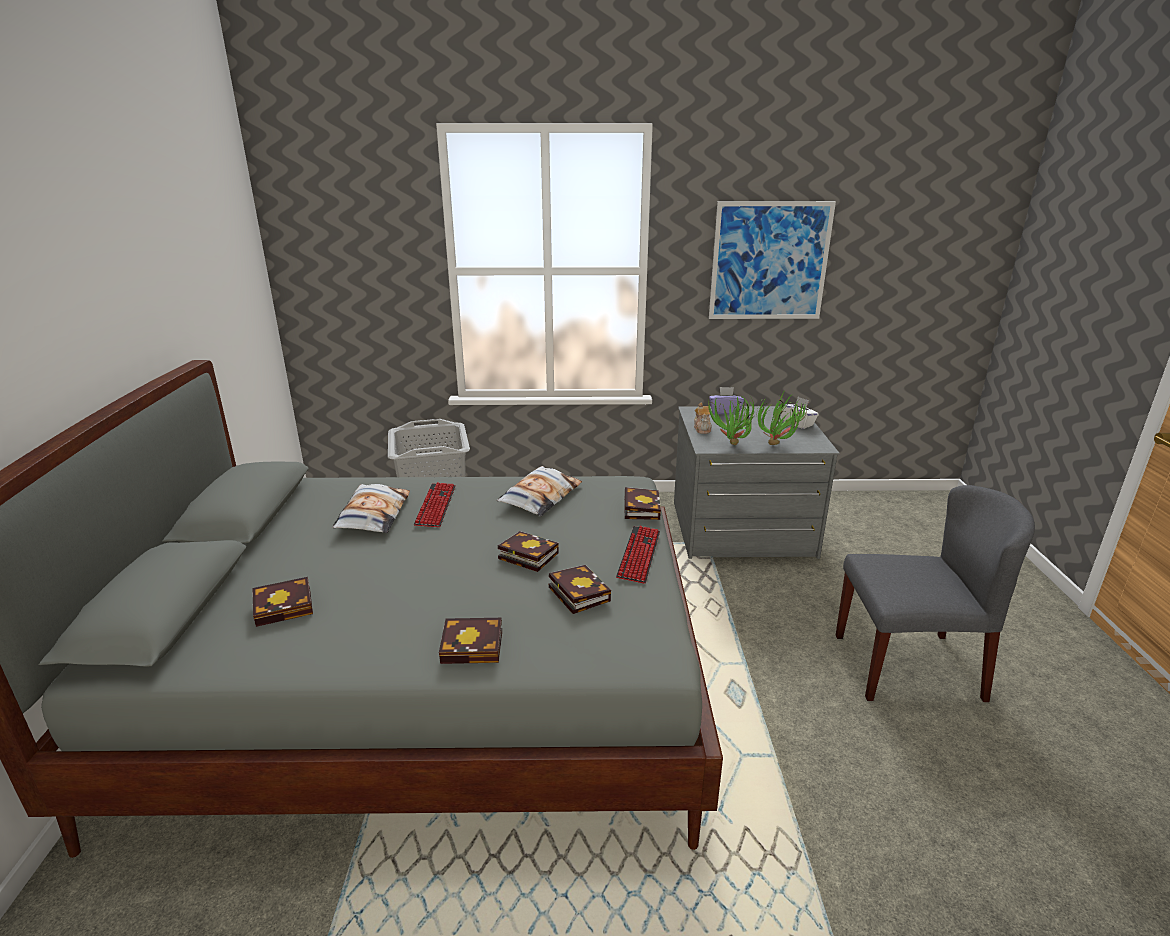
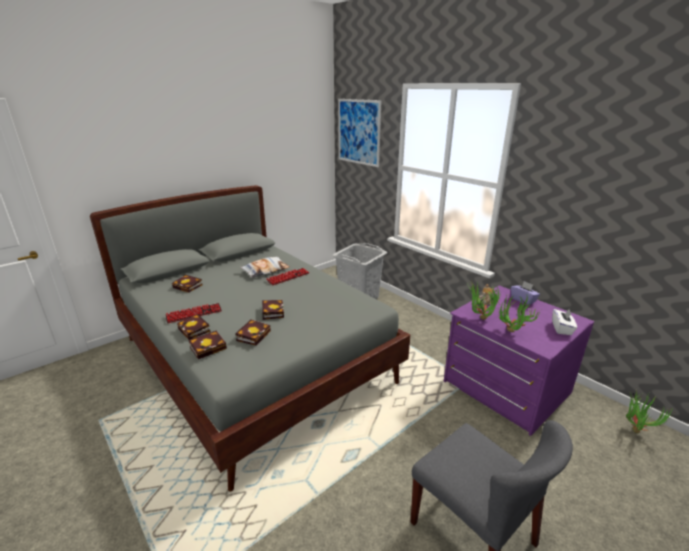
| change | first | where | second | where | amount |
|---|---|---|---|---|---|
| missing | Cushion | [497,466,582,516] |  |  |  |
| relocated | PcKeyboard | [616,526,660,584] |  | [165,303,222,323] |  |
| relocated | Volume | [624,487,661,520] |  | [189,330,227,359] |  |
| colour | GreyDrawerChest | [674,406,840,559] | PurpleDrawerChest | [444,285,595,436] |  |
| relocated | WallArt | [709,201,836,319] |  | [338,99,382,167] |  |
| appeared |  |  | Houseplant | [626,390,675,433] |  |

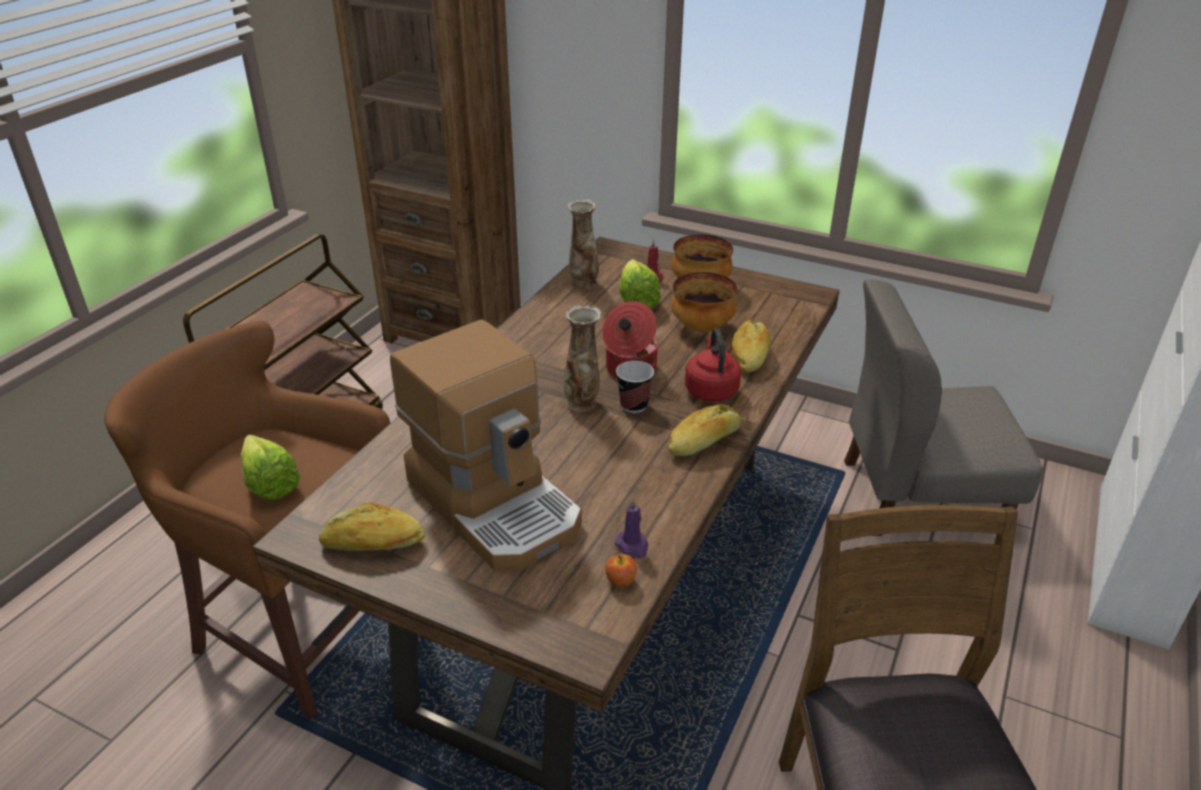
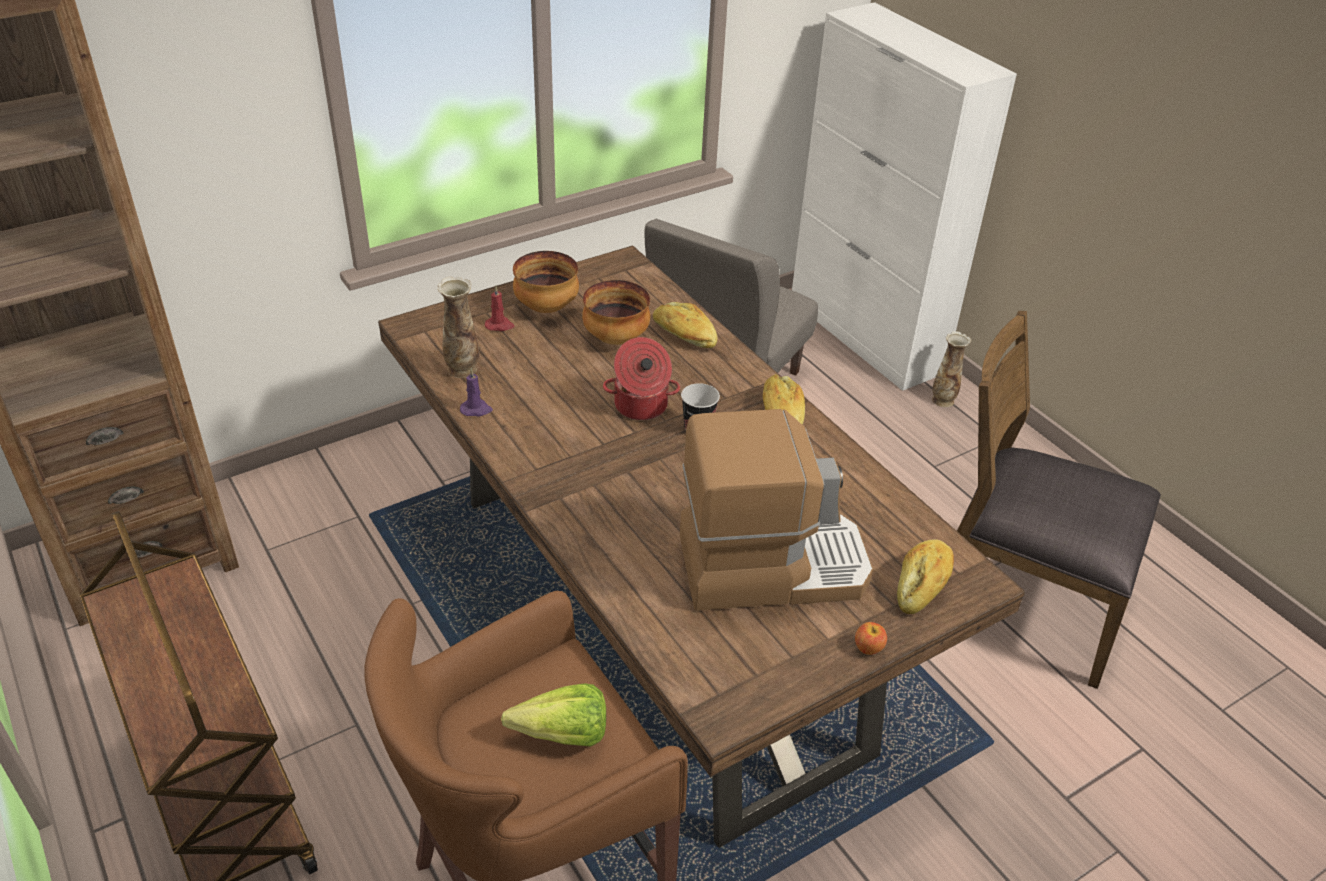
| change | first | where | second | where | amount |
|---|---|---|---|---|---|
| relocated | BakeryBread | [319,502,425,551] |  | [897,539,954,614] |  |
| relocated | FlowerVase | [563,305,601,412] |  | [932,331,971,407] |  |
| relocated | AppleFruit | [605,554,637,587] |  | [855,622,887,655] |  |
| relocated | PurpleCandle | [615,498,649,558] |  | [460,368,493,417] |  |
| missing | Lettuce | [619,259,661,308] |  |  |  |
| missing | RedColouredTeaKettle | [685,328,741,402] |  |  |  |

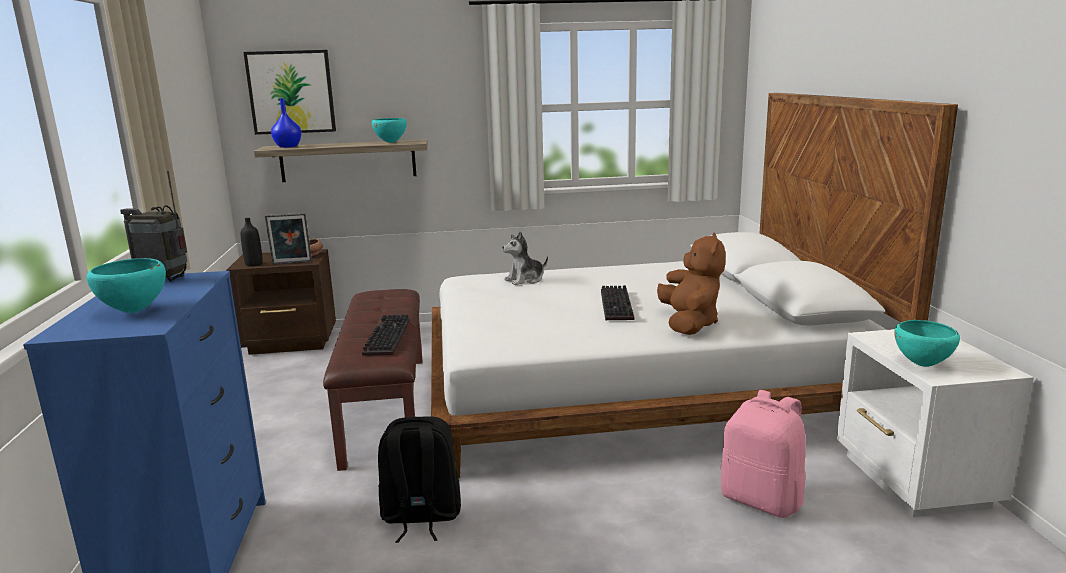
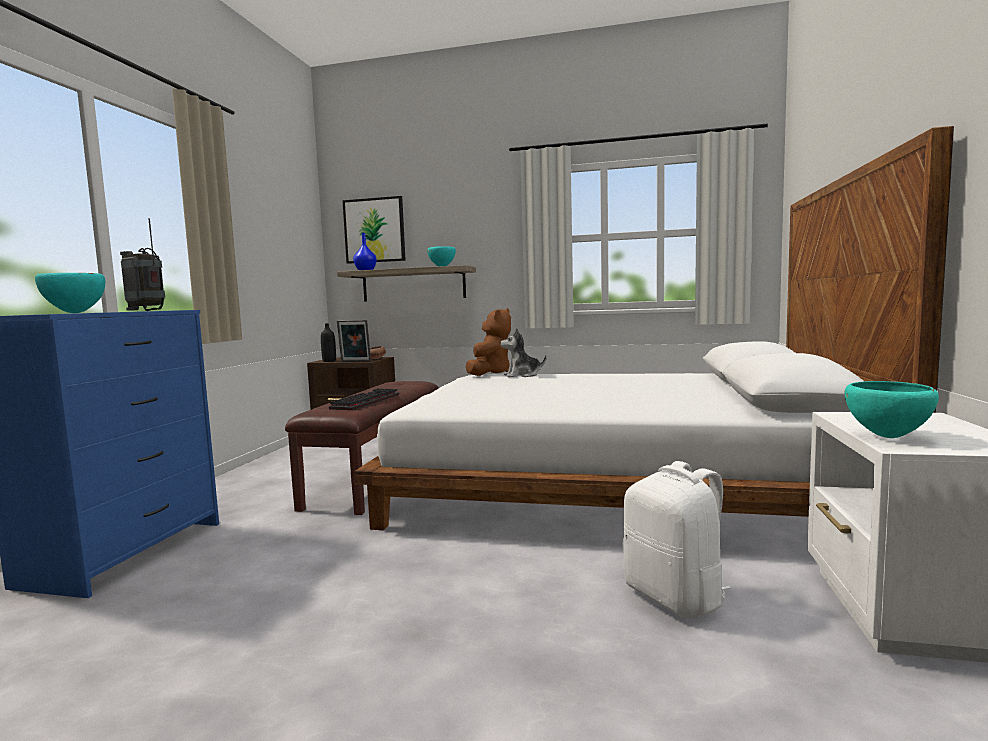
| change | first | where | second | where | amount |
|---|---|---|---|---|---|
| missing | BlackColouredKnapsack | [378,416,461,543] |  |  |  |
| missing | PcKeyboard | [601,285,634,320] |  |  |  |
| relocated | BrownPlushToy | [657,233,726,335] |  | [466,308,511,376] |  |
| colour | PinkColouredKnapsack | [720,390,806,518] | WhiteKnapsack | [622,461,731,619] |  |

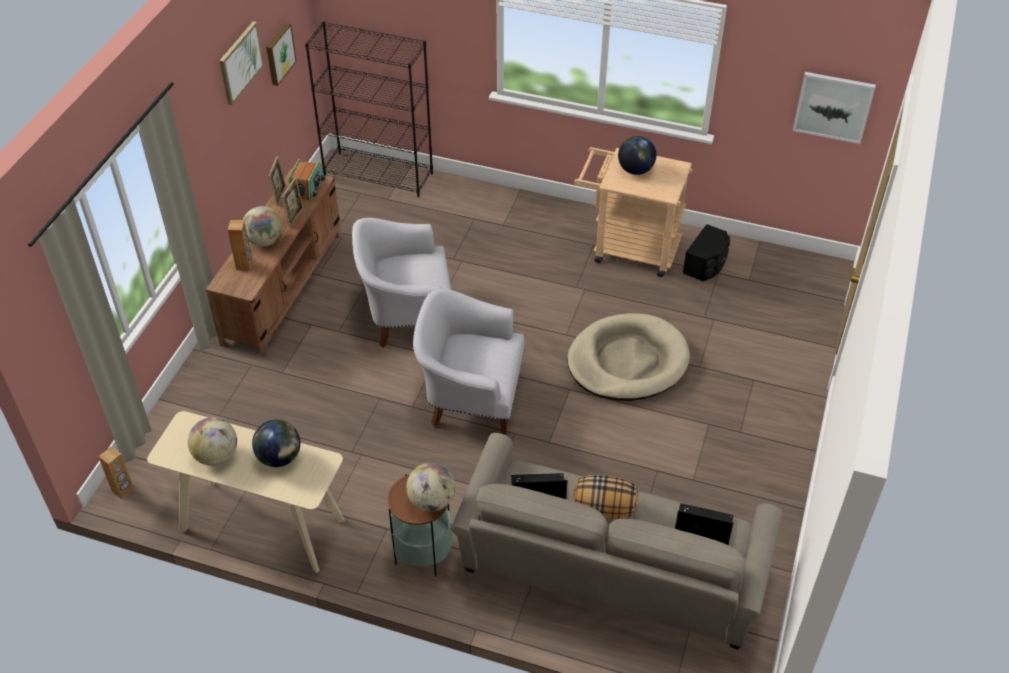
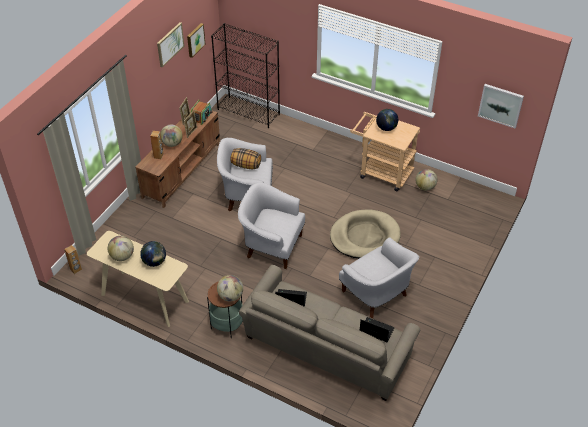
| change | first | where | second | where | amount |
|---|---|---|---|---|---|
| relocated | Cushion | [574,475,638,519] |  | [230,148,261,169] |  |
| exchanged | BlackColouredAudioSpeaker | [683,224,730,281] | WorldGlobe | [416,169,437,191] |  |
| appeared |  |  | WhiteEasyChair | [339,237,419,319] |  |

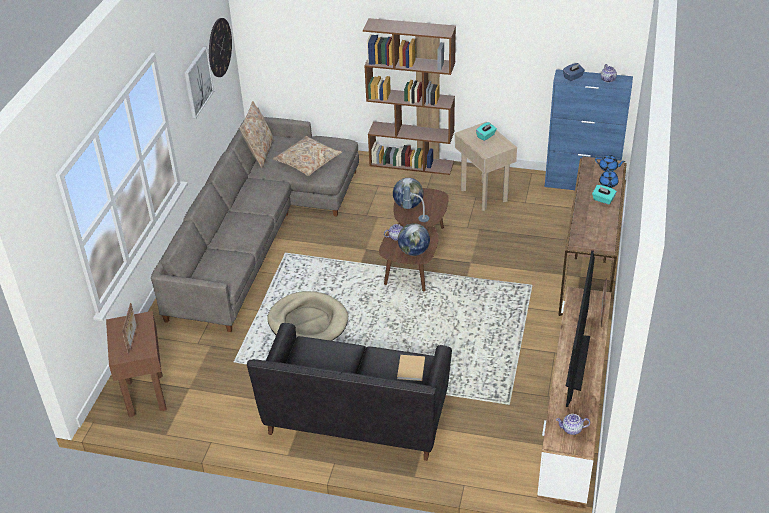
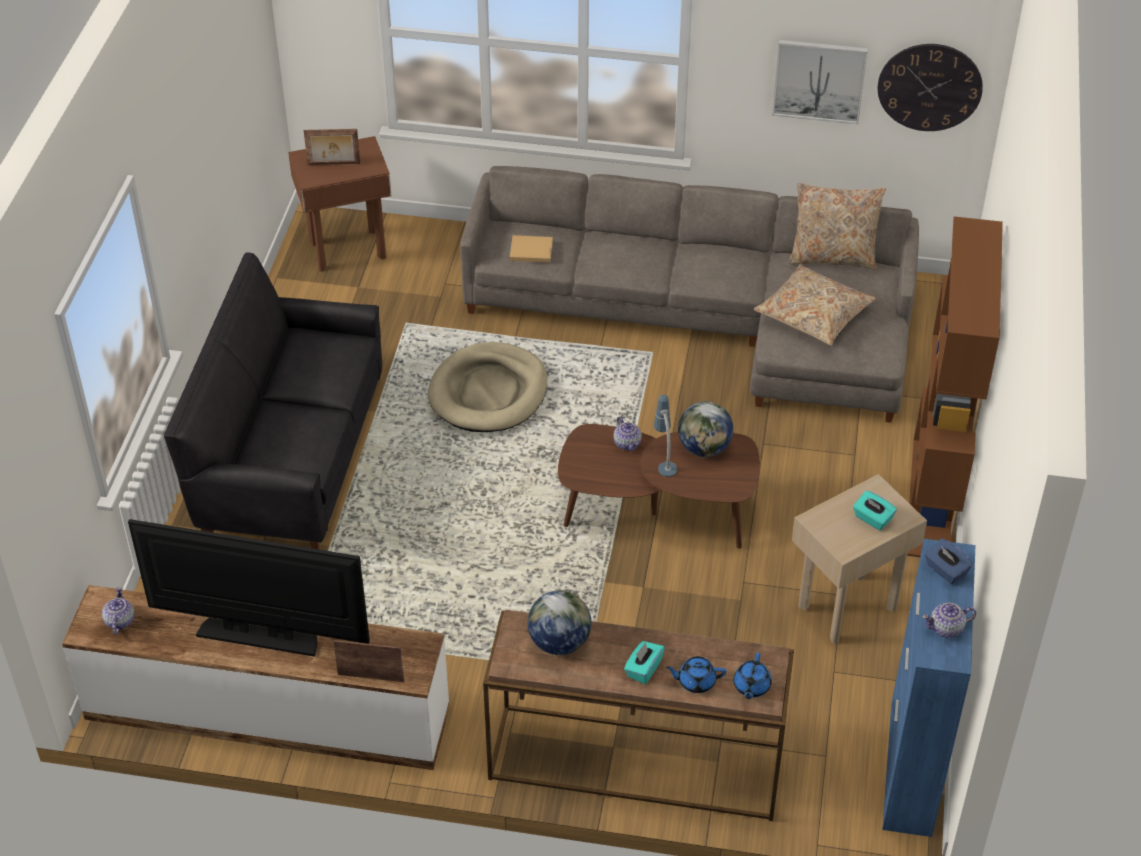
| change | first | where | second | where | amount |
|---|---|---|---|---|---|
| relocated | BeigeColouredVolume | [397,355,425,381] |  | [510,235,553,262] |  |
| relocated | WorldGlobe | [398,223,430,256] |  | [528,590,592,655] |  |

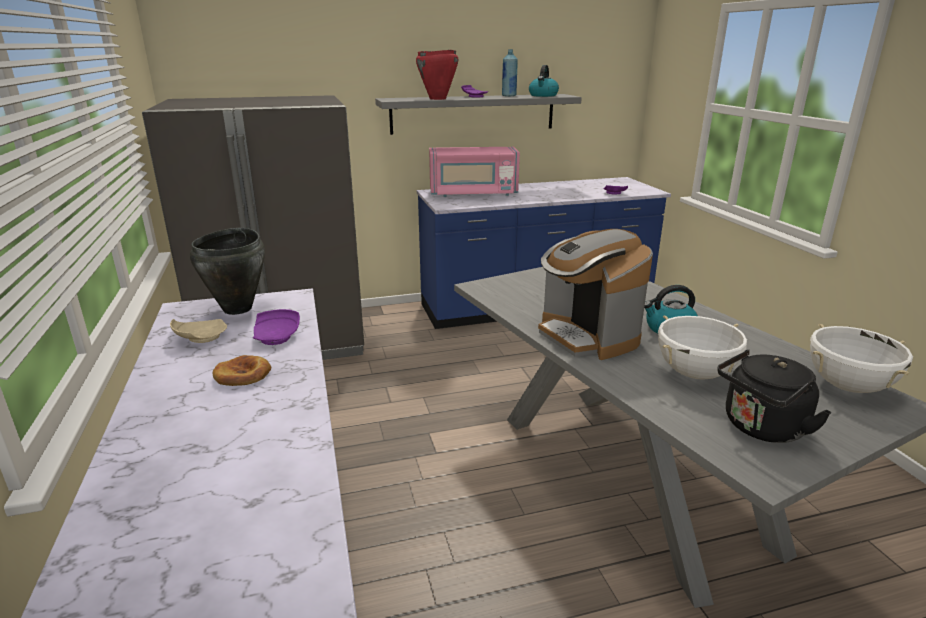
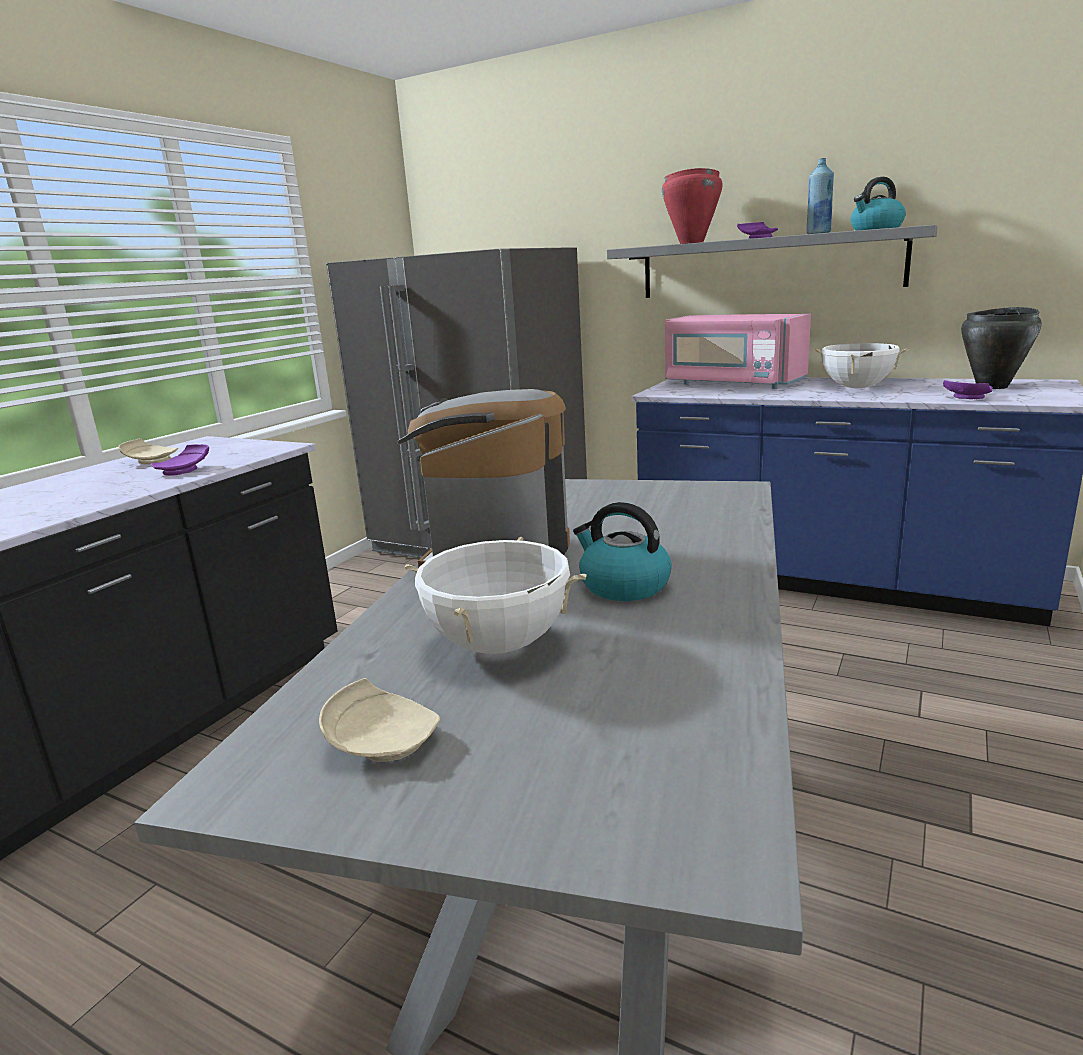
| change | first | where | second | where | amount |
|---|---|---|---|---|---|
| relocated | BlackColouredStockpot | [190,228,265,315] |  | [961,307,1042,389] |  |
| missing | BakeryBread | [213,355,271,386] |  |  |  |
| exchanged | BlackColouredTeaKettle | [718,349,832,443] | BeigeColouredPlate | [319,678,440,762] |  |
| relocated | WhiteStockpot | [810,324,913,393] |  | [814,343,909,388] |  |

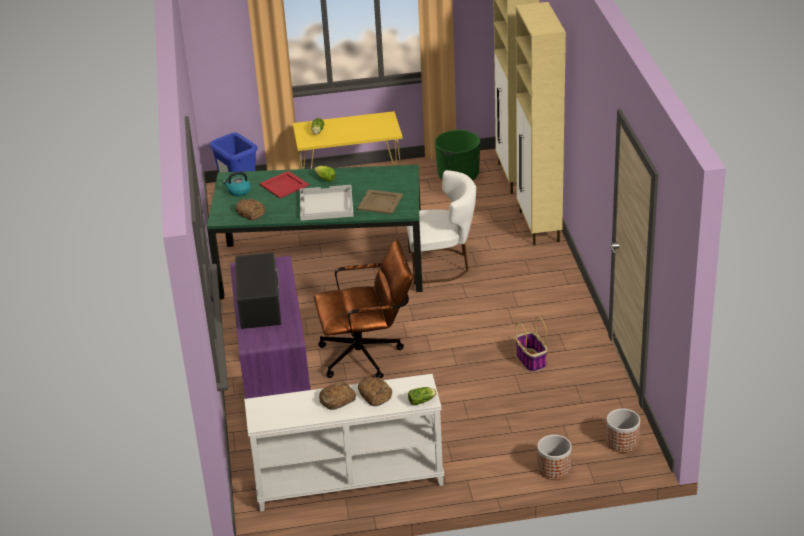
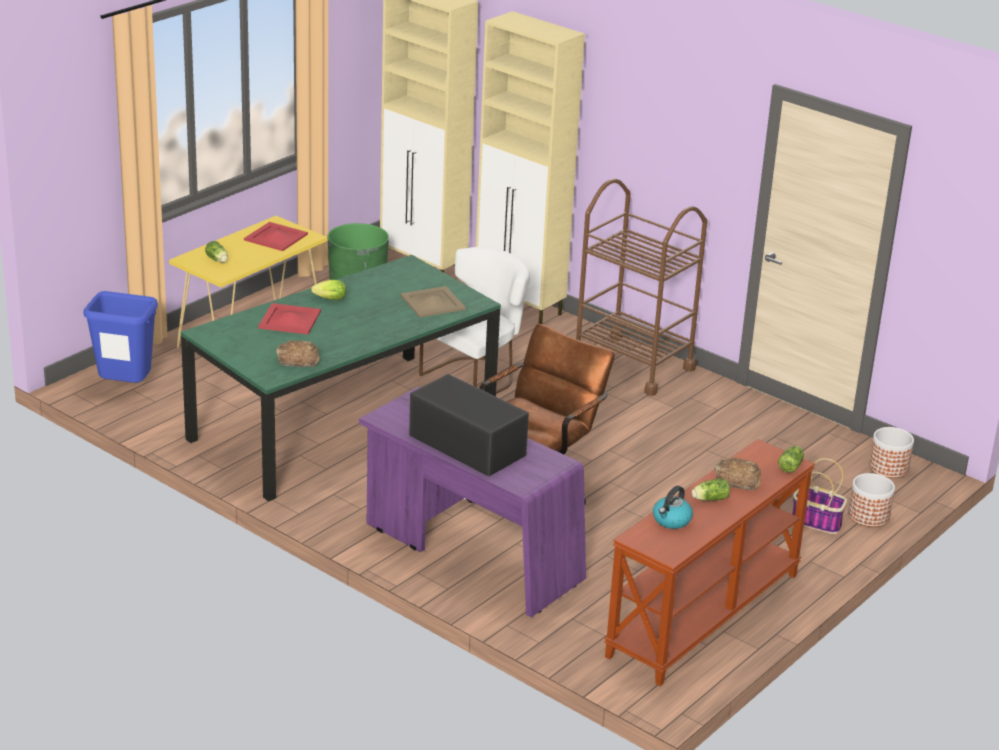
| change | first | where | second | where | amount |
|---|---|---|---|---|---|
| relocated | TeaKettle | [223,171,251,196] |  | [653,486,693,529] |  |
| colour | WhiteNarrowTable | [244,374,444,512] | BrownNarrowTable | [604,439,815,686] |  |
| missing | WhiteCarryingTray | [300,185,354,221] |  |  |  |
| exchanged | BakeryBread | [319,382,356,410] | Lettuce | [692,478,730,501] |  |
| relocated | StorageBasket | [515,316,547,372] |  | [792,458,847,534] |  |
| appeared |  |  | RedColouredCarryingTray | [244,222,308,251] |  |
| appeared |  |  | BrownCart | [576,178,707,396] |  |

